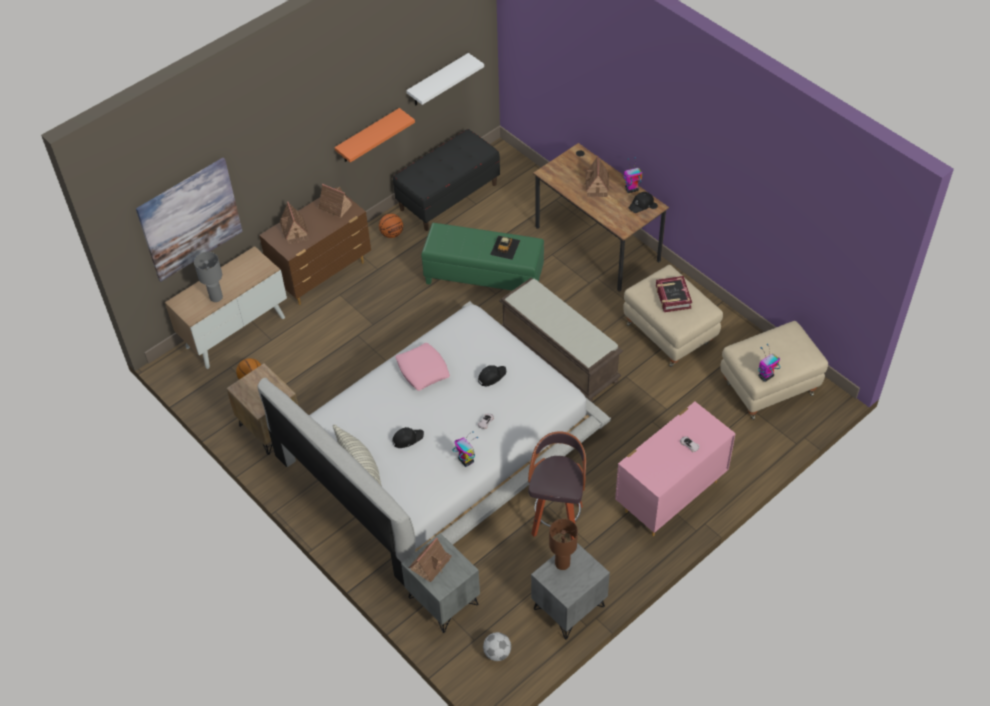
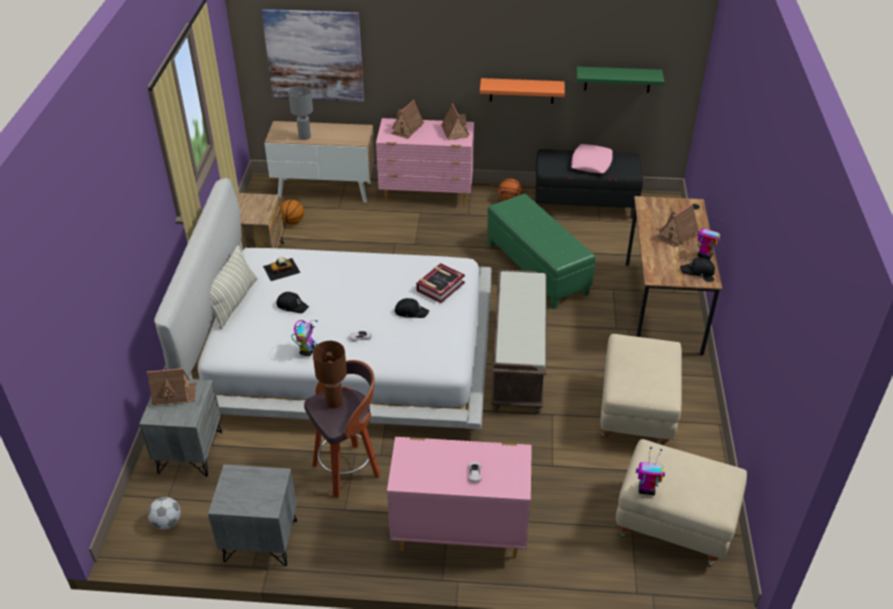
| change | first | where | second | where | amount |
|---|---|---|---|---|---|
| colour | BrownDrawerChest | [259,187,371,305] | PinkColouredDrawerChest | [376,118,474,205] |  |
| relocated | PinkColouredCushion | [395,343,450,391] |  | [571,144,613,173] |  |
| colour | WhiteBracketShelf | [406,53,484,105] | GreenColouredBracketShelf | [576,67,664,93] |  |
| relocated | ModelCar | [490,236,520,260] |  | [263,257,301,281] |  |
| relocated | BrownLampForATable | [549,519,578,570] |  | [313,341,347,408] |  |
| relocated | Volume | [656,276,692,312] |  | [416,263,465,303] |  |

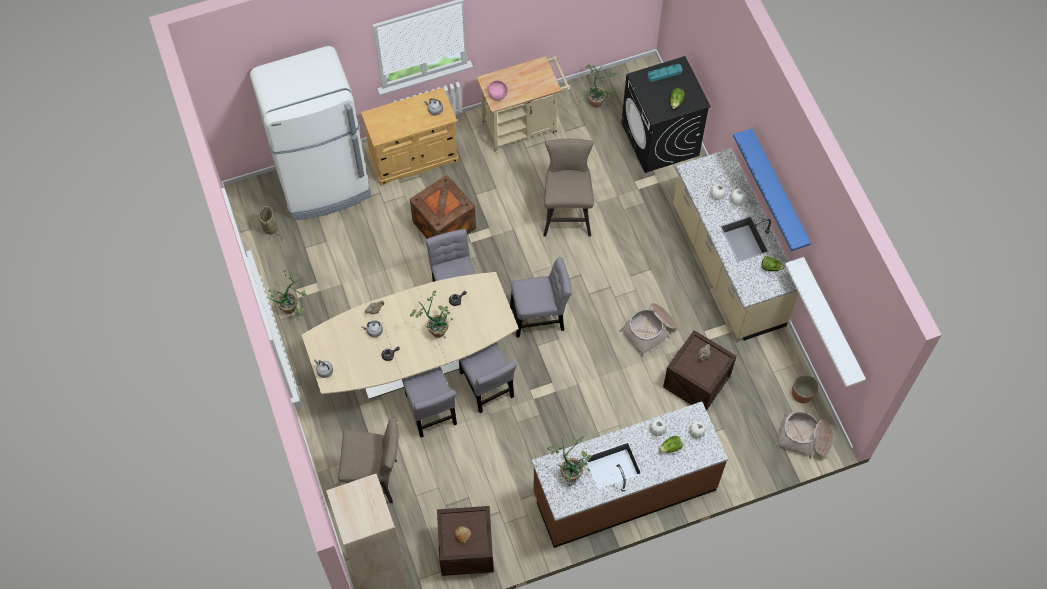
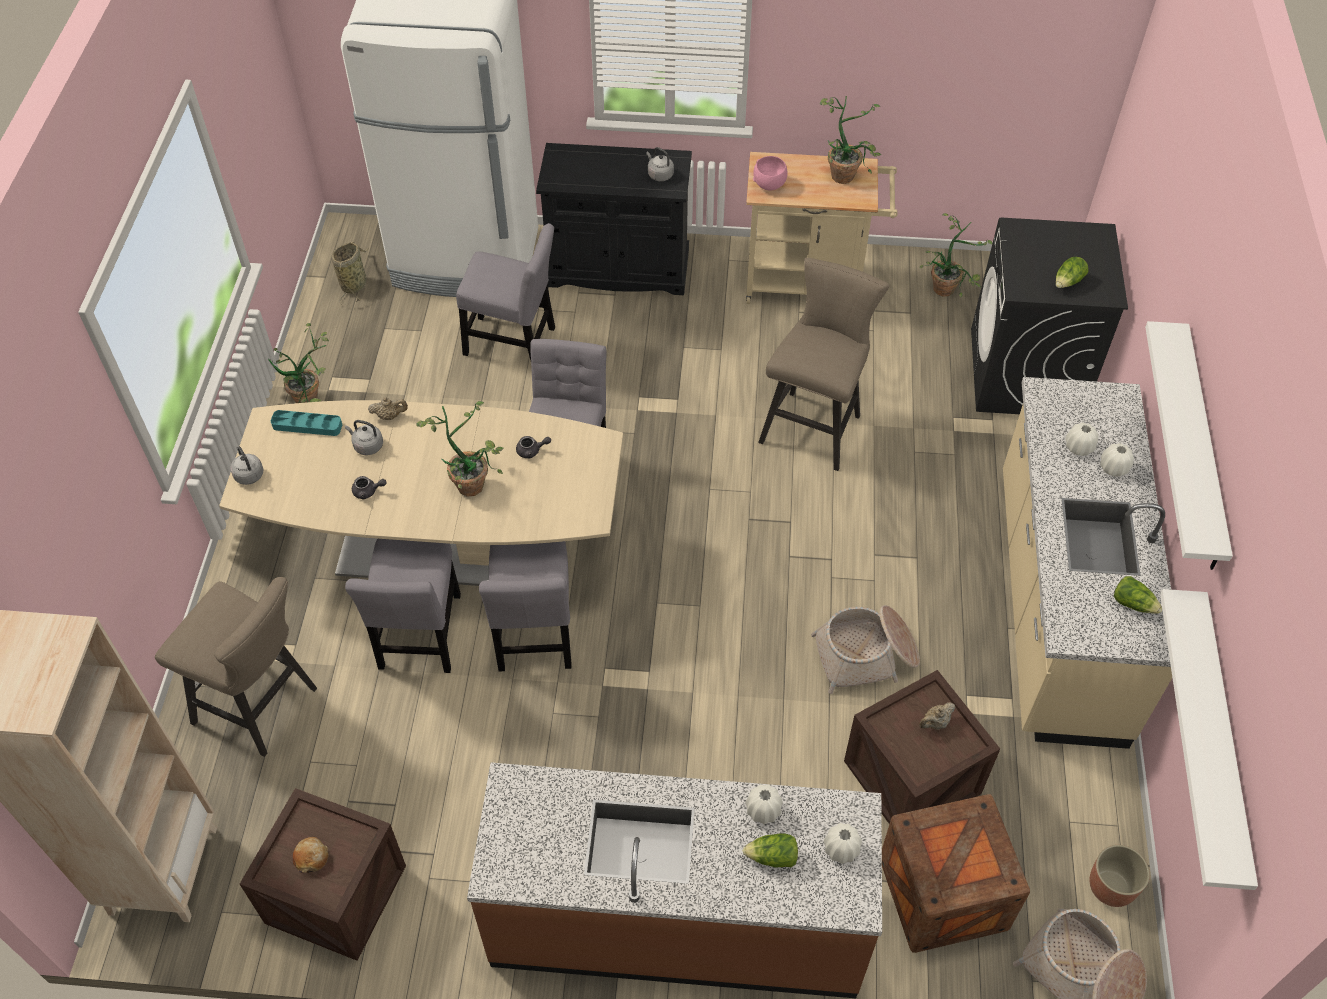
| change | first | where | second | where | amount |
|---|---|---|---|---|---|
| colour | BeigeColouredCupboard | [361,87,459,186] | BlackColouredCupboard | [536,143,692,295] |  |
| relocated | Crate | [410,175,476,239] |  | [882,794,1030,953] |  |
| relocated | GreyUprightChair | [510,257,572,337] |  | [456,223,555,360] |  |
| relocated | Houseplant | [547,436,591,487] |  | [820,96,881,184] |  |
| relocated | TurquoiseColouredCarryingTray | [647,64,683,82] |  | [271,410,342,436] |  |
| colour | BlueBracketShelf | [733,128,811,251] | WhiteBracketShelf | [1145,321,1233,570] |  |

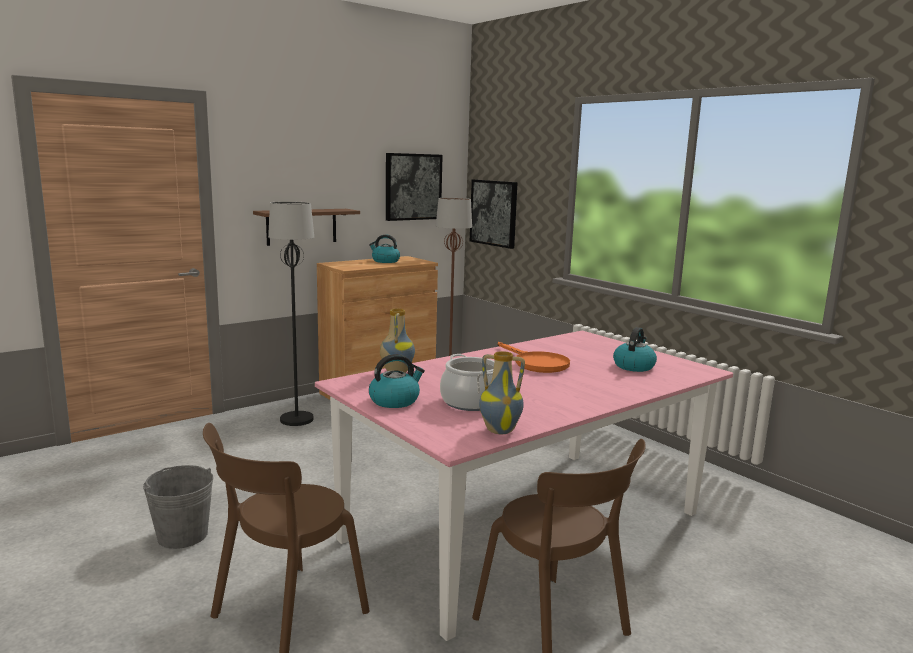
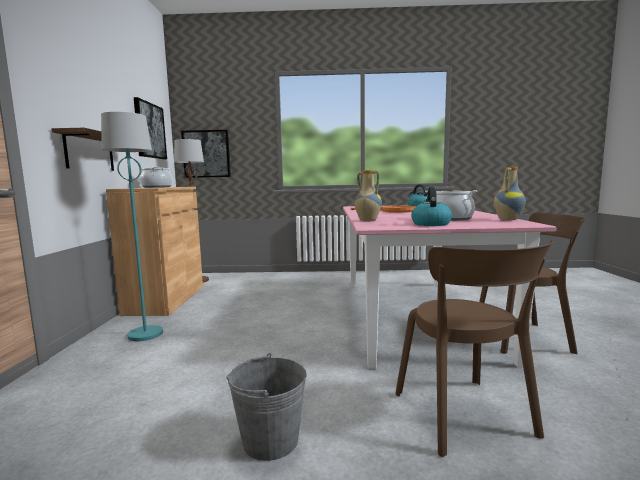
| change | first | where | second | where | amount |
|---|---|---|---|---|---|
| colour | BlackColouredStandingLamp | [268,201,314,426] | TurquoiseColouredStandingLamp | [101,112,163,341] |  |
| exchanged | TeaKettle | [369,235,400,263] | Stockpot | [140,167,173,188] |  |

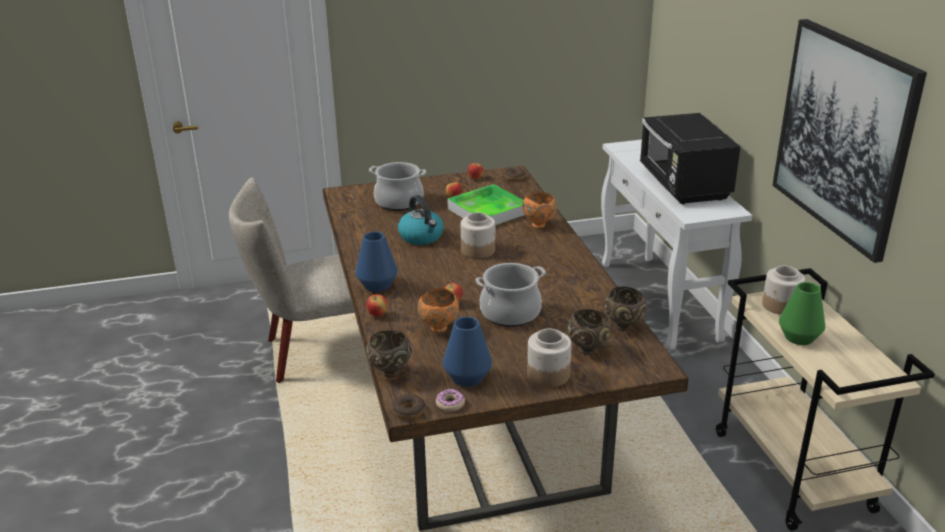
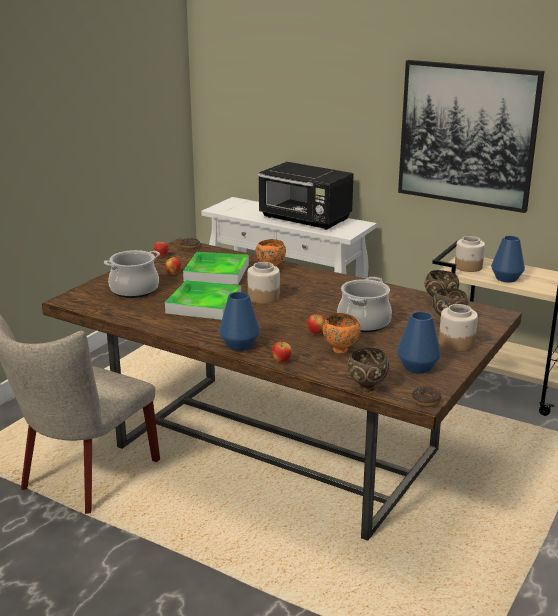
| change | first | where | second | where | amount |
|---|---|---|---|---|---|
| exchanged | TeaKettle | [398,195,444,245] | CarryingTray | [165,280,241,320] |  |
| missing | Donut | [436,389,465,412] |  |  |  |
| colour | GreenColouredFlowerVase | [779,282,825,345] | BlueFlowerVase | [491,236,525,283] |  |

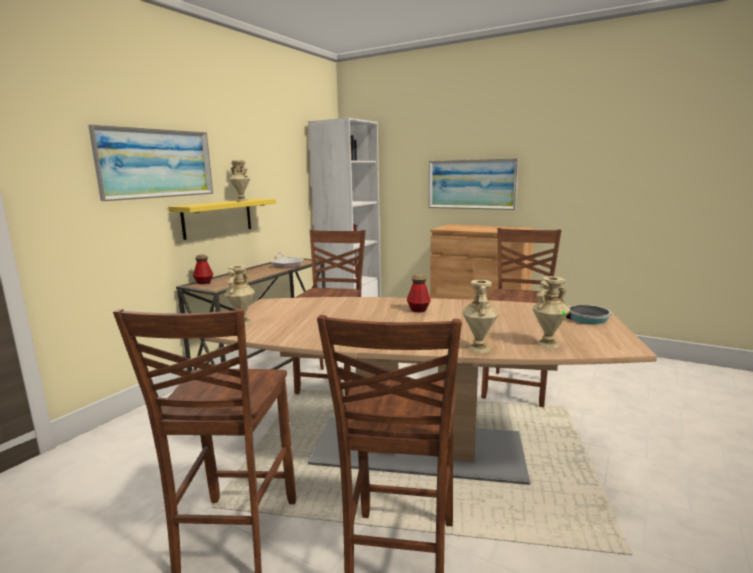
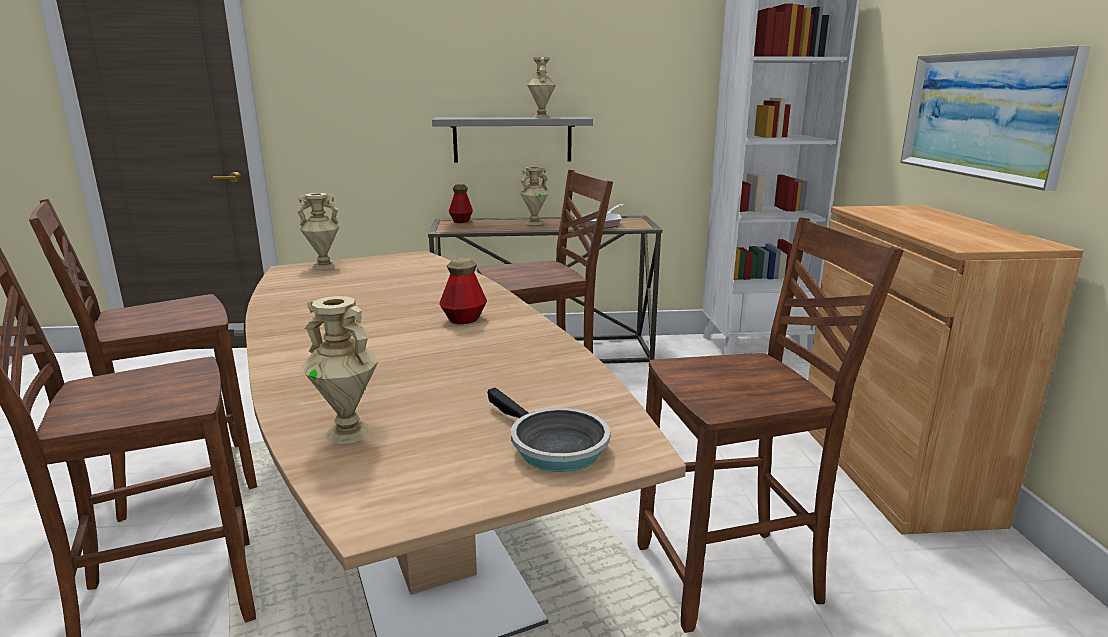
| change | first | where | second | where | amount |
|---|---|---|---|---|---|
| missing | WallArt | [88,125,213,201] |  |  |  |
| colour | YellowBracketShelf | [168,199,276,240] | GreyBracketShelf | [432,117,593,162] |  |
| relocated | BeigeColouredFlowerVase | [462,280,499,353] |  | [520,167,548,225] |  |

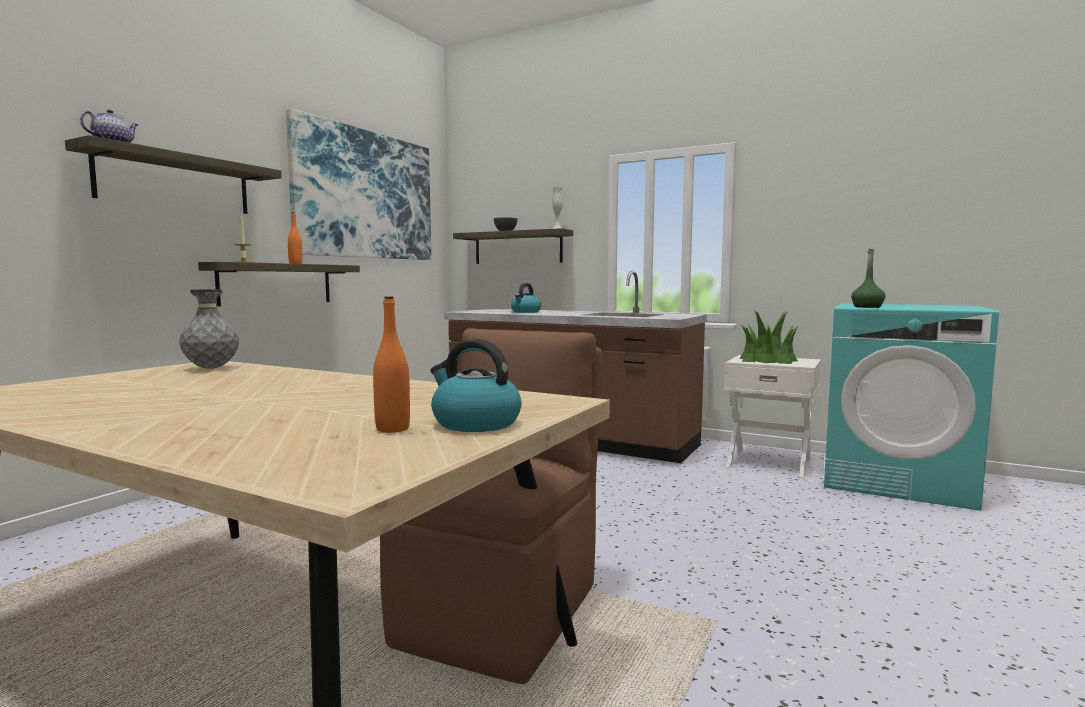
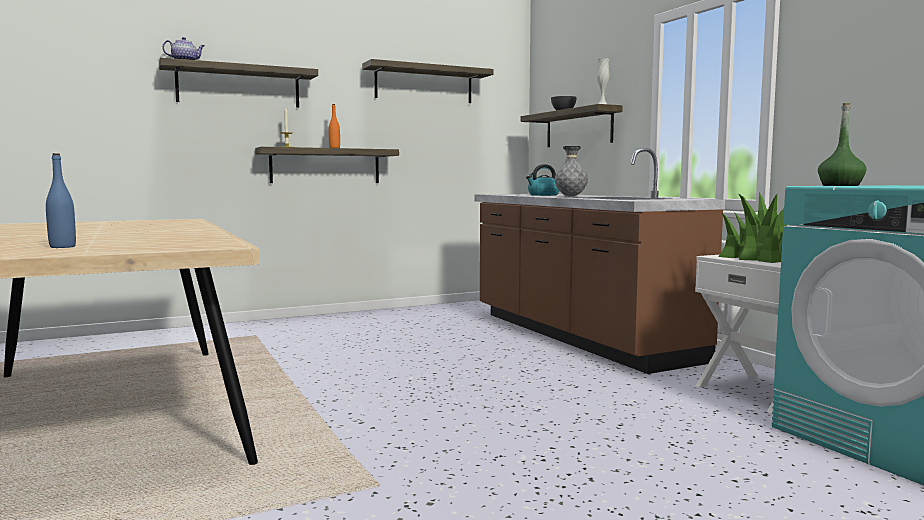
| change | first | where | second | where | amount |
|---|---|---|---|---|---|
| relocated | GreyFlowerVase | [179,289,239,369] |  | [555,146,588,197] |  |
| exchanged | WallArt | [286,108,431,260] | BracketShelf | [362,59,493,103] |  |
| colour | OrangeBottle | [373,296,410,433] | BlueBottle | [46,153,76,248] |  |
| missing | BrownUprightChair | [380,328,602,684] |  |  |  |
| missing | TeaKettle | [431,339,522,432] |  |  |  |

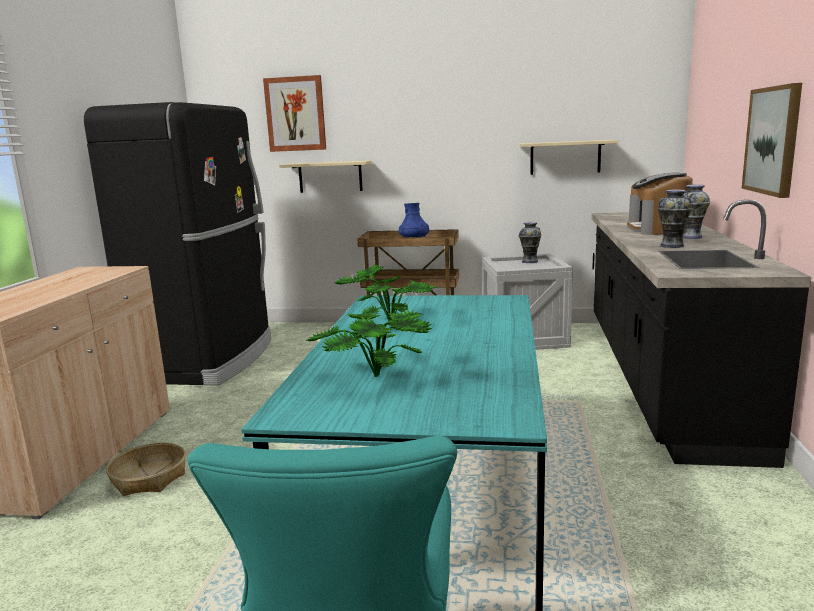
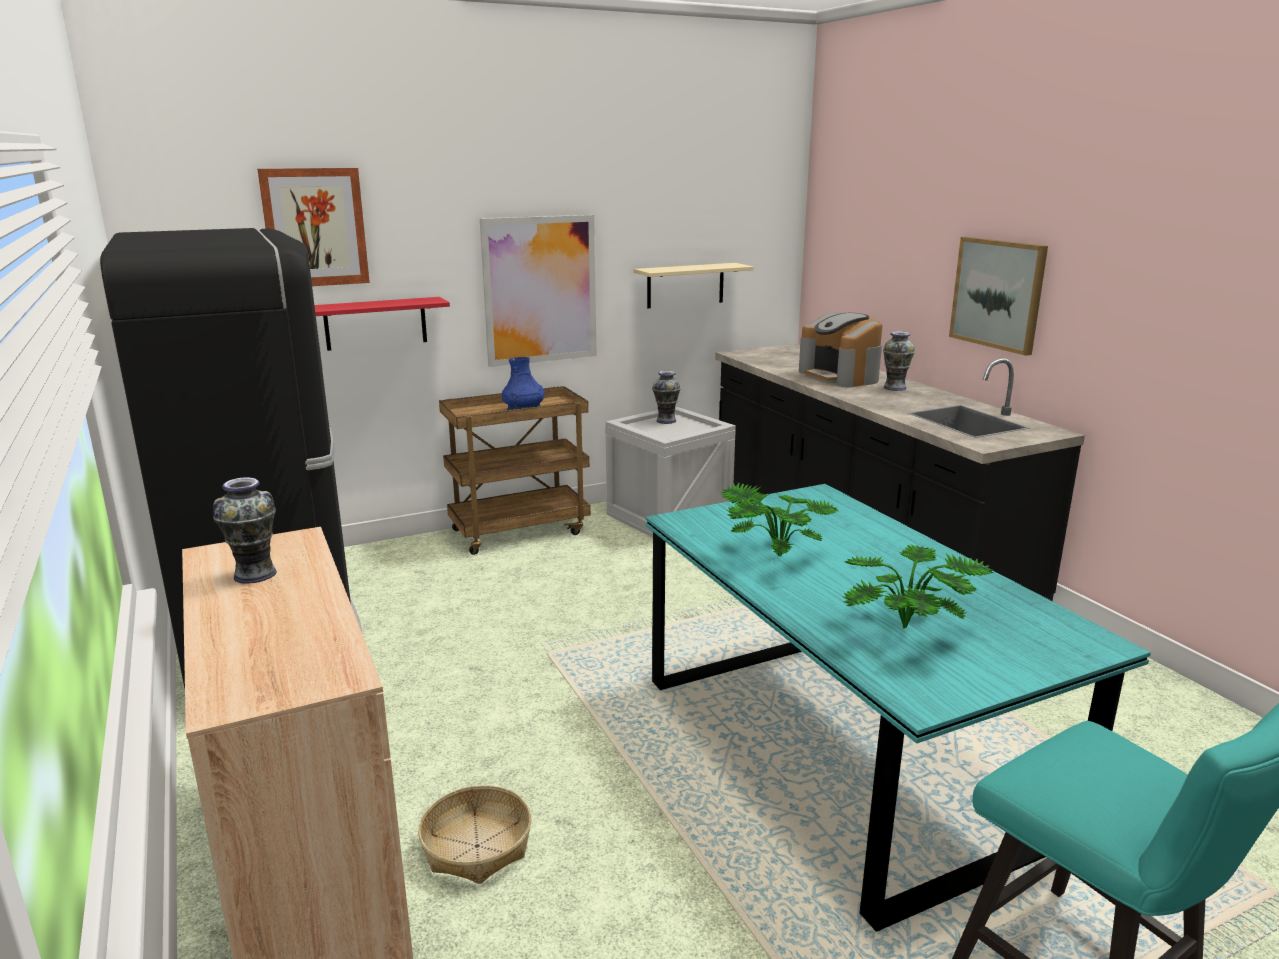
| change | first | where | second | where | amount |
|---|---|---|---|---|---|
| colour | BeigeColouredBracketShelf | [279,160,372,193] | RedColouredBracketShelf | [314,297,450,351] |  |
| relocated | FlowerVase | [657,190,692,248] |  | [213,477,277,584] |  |
| appeared |  |  | WallArt | [480,215,597,367] |  |

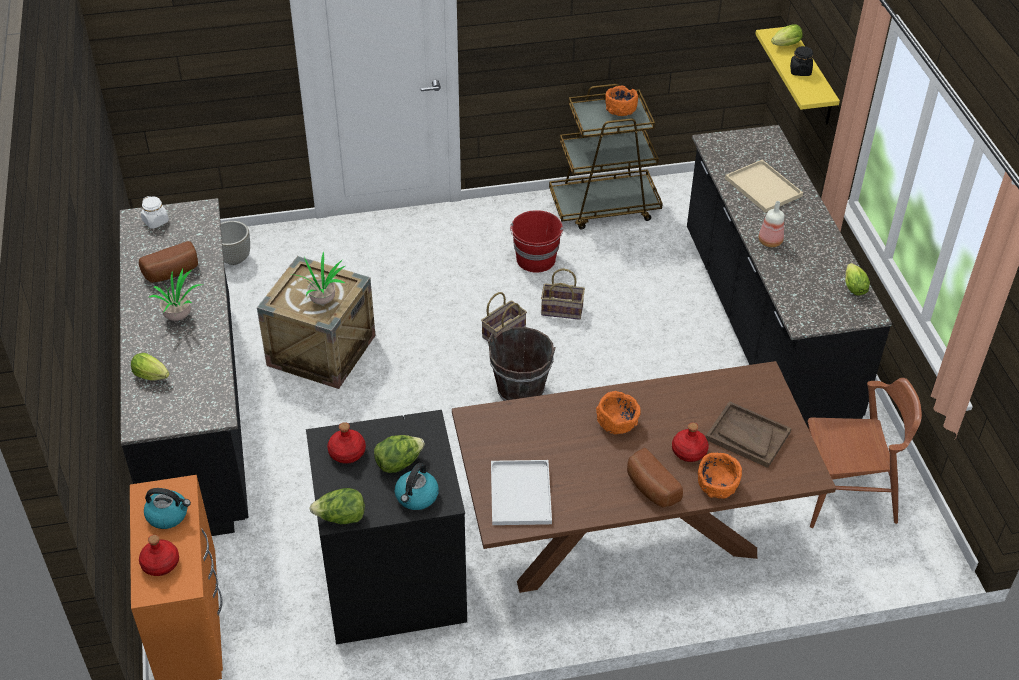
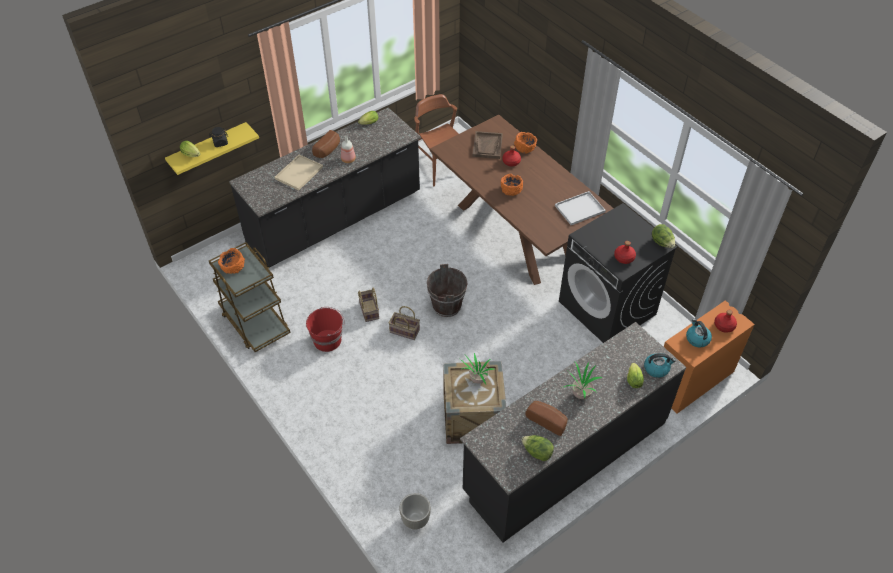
| change | first | where | second | where | amount |
|---|---|---|---|---|---|
| missing | WhiteStorageJar | [141,196,169,229] |  |  |  |
| relocated | Lettuce | [374,435,425,473] |  | [521,435,554,461] |  |
| relocated | TeaKettle | [395,463,439,510] |  | [644,353,676,378] |  |
| relocated | BakeryBread | [627,448,683,508] |  | [312,130,340,158] |  |

